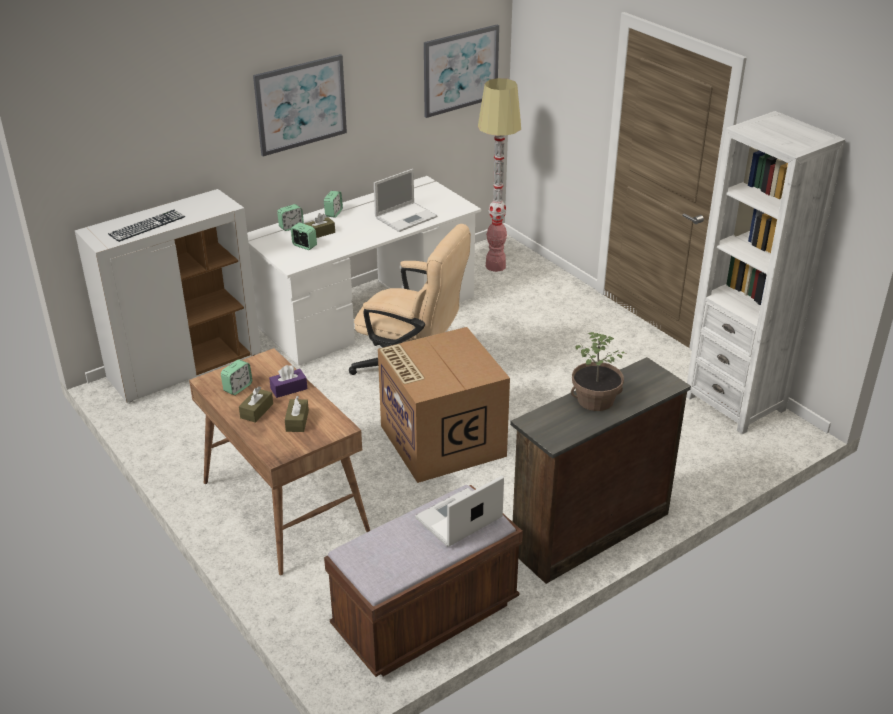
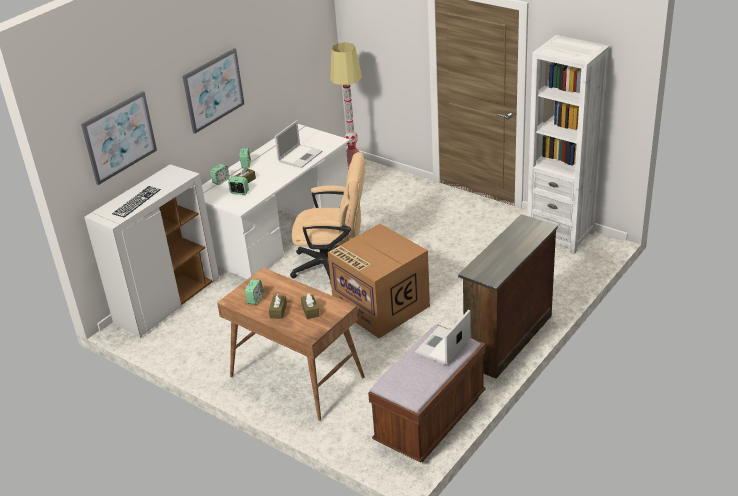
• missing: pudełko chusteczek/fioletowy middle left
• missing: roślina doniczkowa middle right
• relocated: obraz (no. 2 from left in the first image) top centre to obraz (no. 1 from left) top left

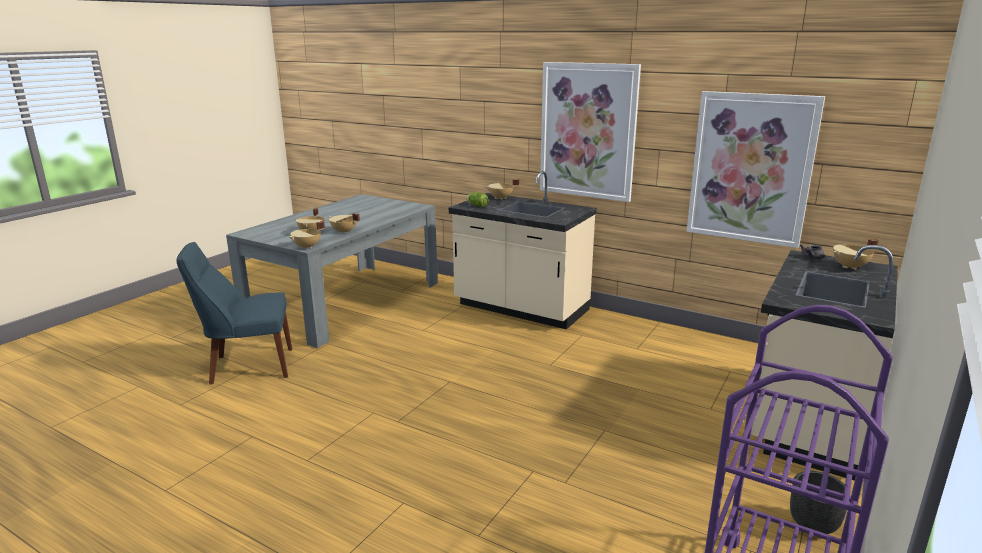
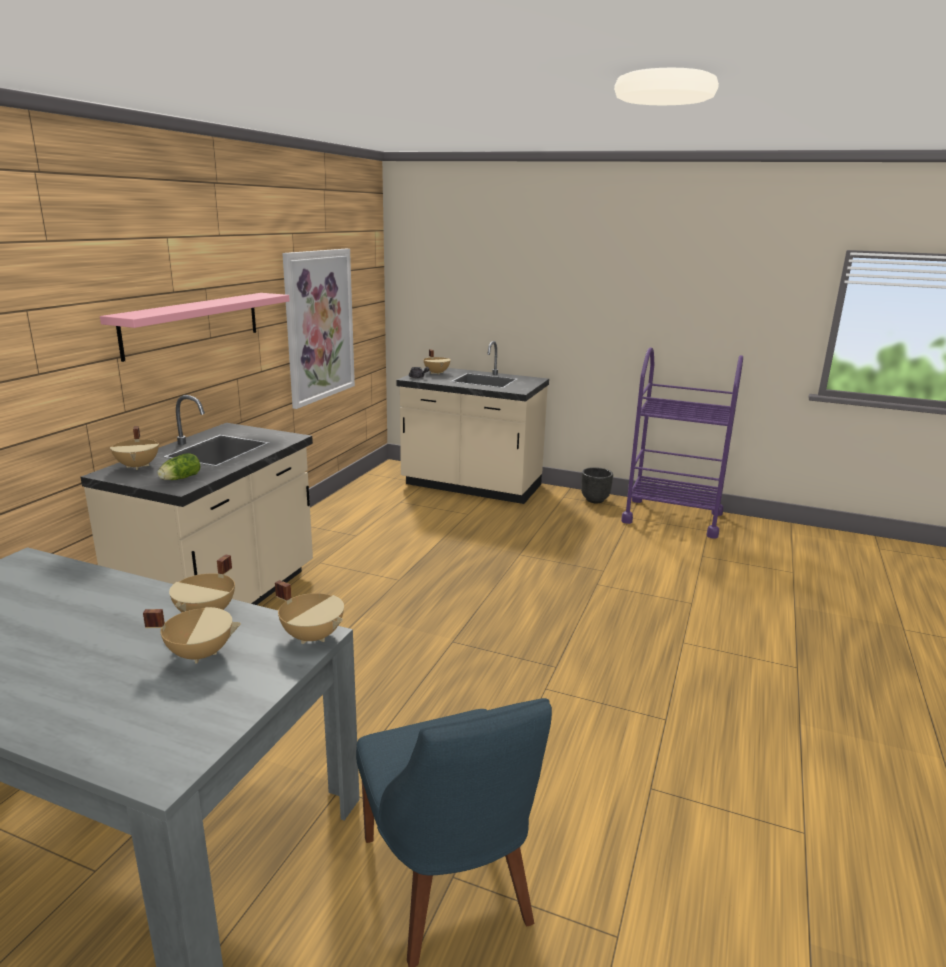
• exchanged: obraz (no. 1 from left) top centre to półka/różowy middle left

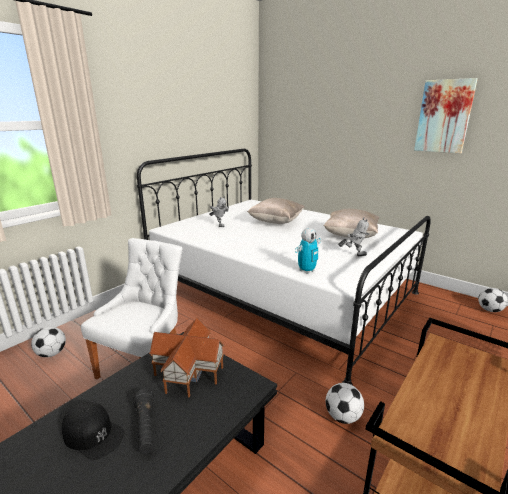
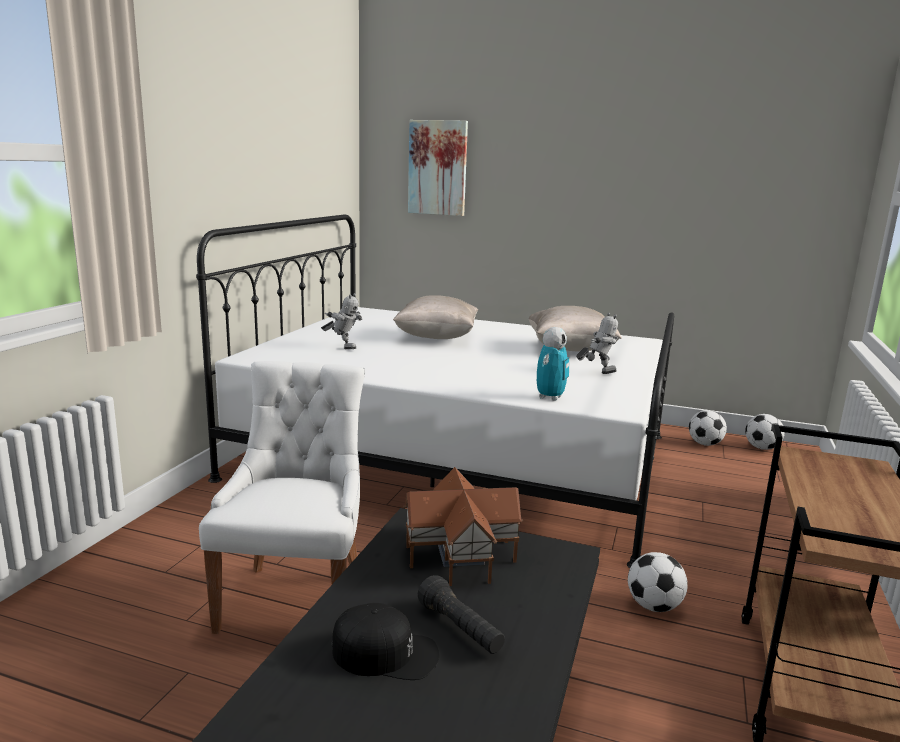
• relocated: piłka futbolowa (no. 1 from left in the first image) bottom left to piłka futbolowa (no. 2 from left) middle right
• relocated: obraz top right to top centre

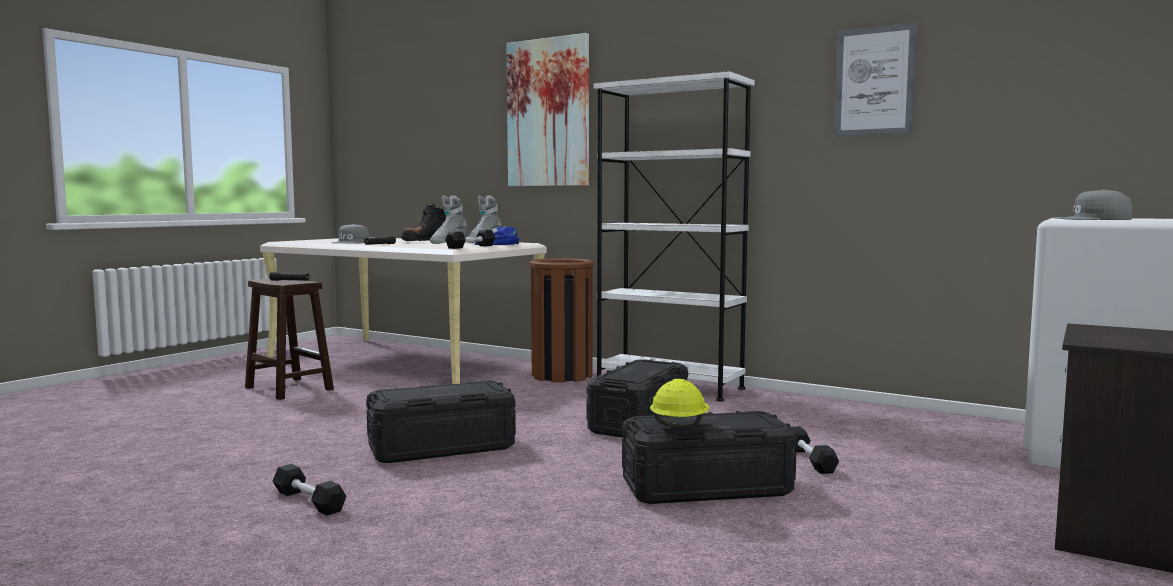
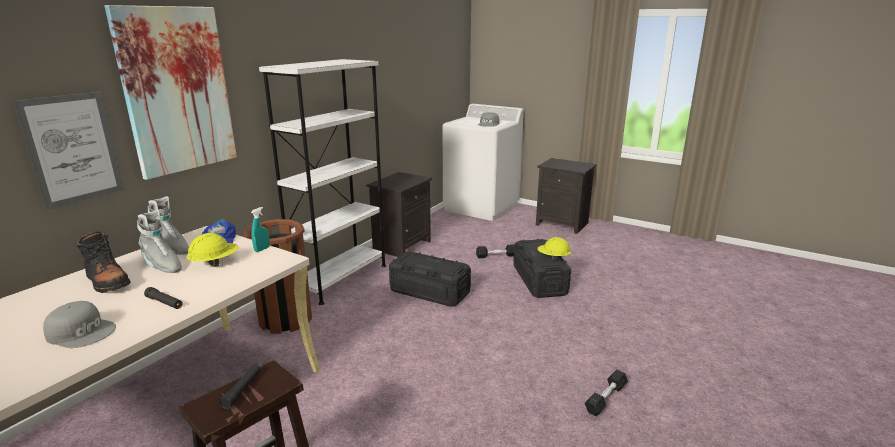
• missing: pojemnik do przechowywania/czarny (no. 1 from left) bottom centre
• appeared: kask/żółty (no. 1 from left) middle left
• appeared: szafka nocna/czarny (no. 1 from left) centre
• relocated: obraz (no. 2 from left in the first image) top right to obraz (no. 1 from left) middle left
• exchanged: hantel/czarny (no. 2 from left) centre to spryskiwacz/turkusowy middle left

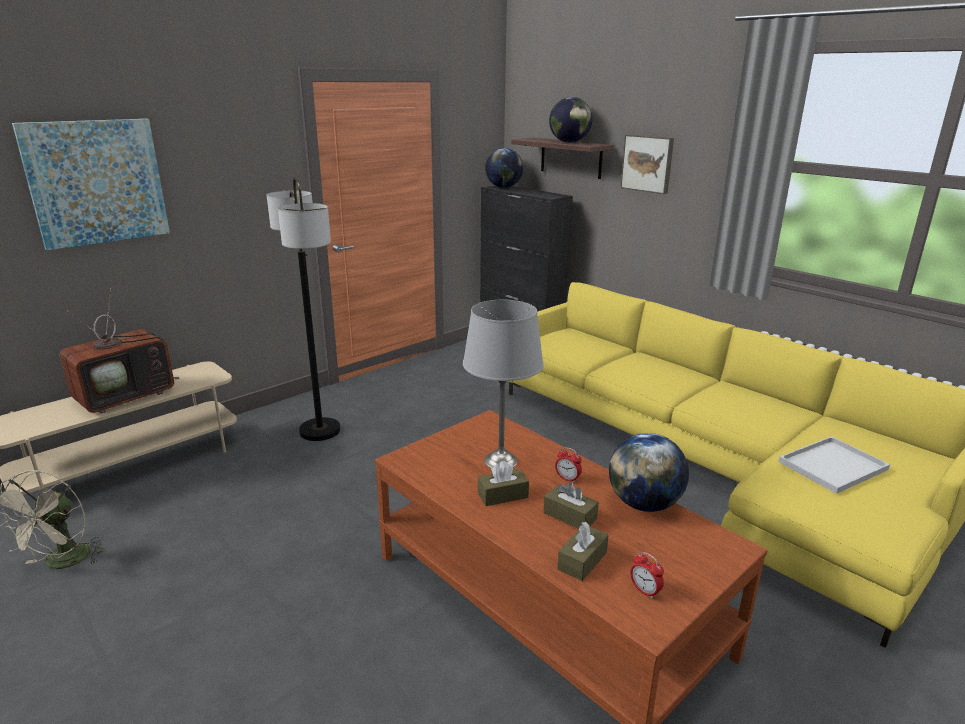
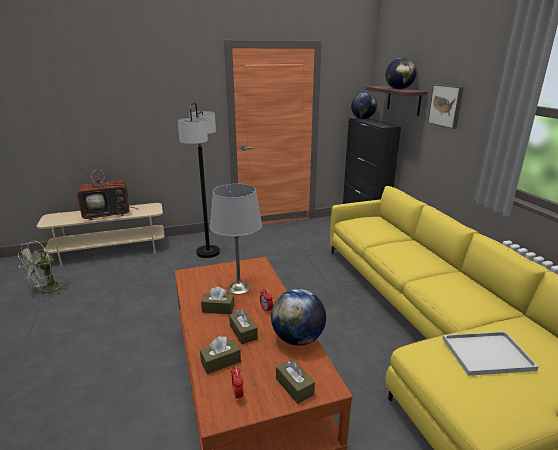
• missing: obraz (no. 1 from left) top left
• appeared: pudełko chusteczek/brązowy (no. 4 from left) bottom centre

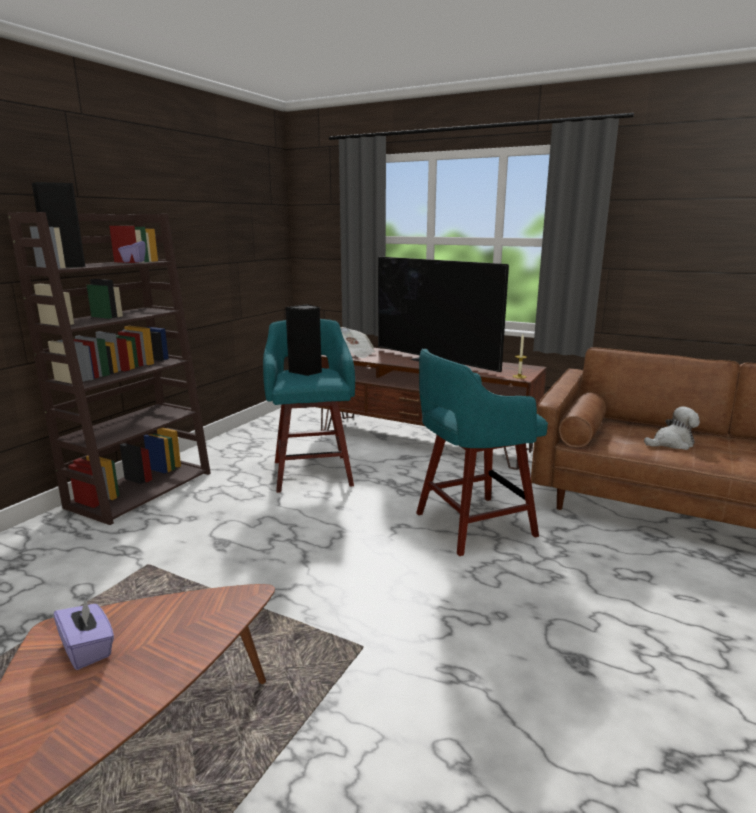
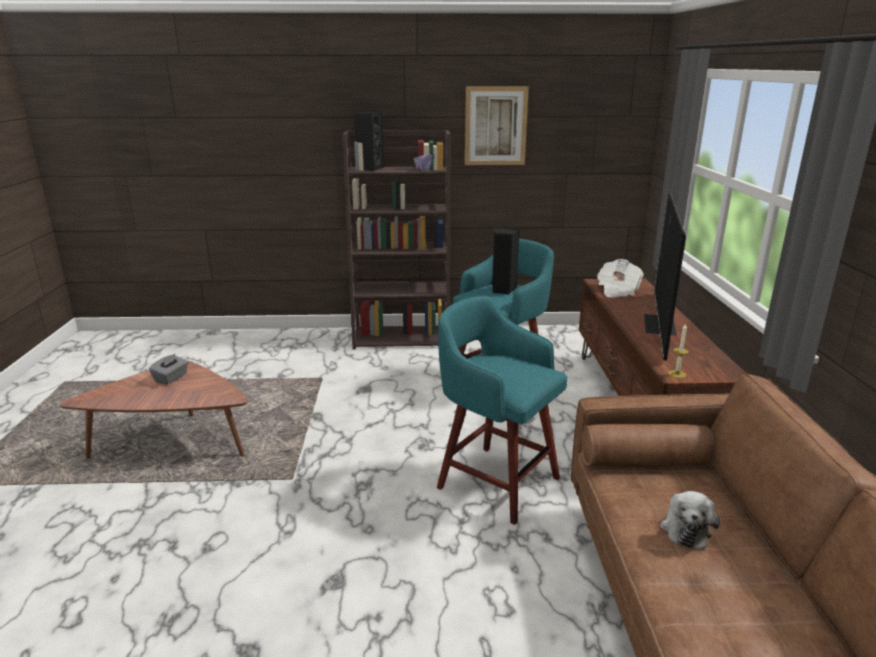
• appeared: obraz top centre
• colour: pudełko chusteczek/fioletowy (no. 1 from left) bottom left to pudełko chusteczek/szary middle left
• spun: pluszak middle right = bottom right 60 degrees clockwise

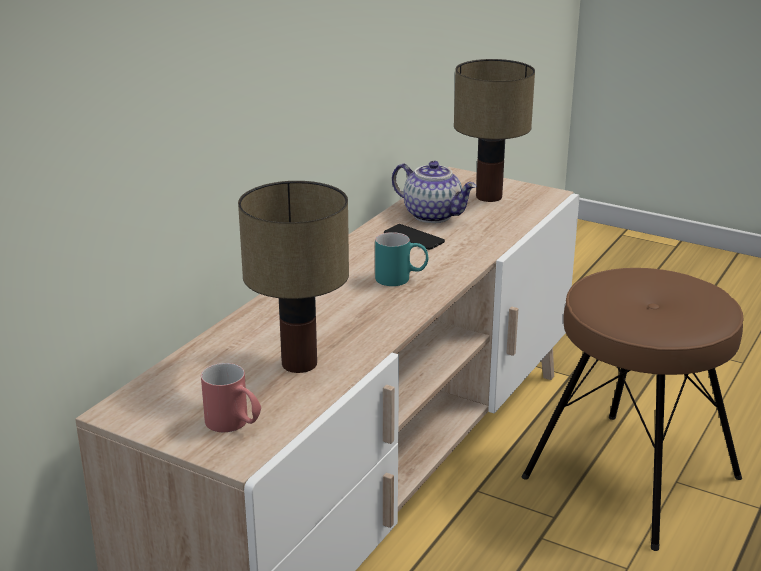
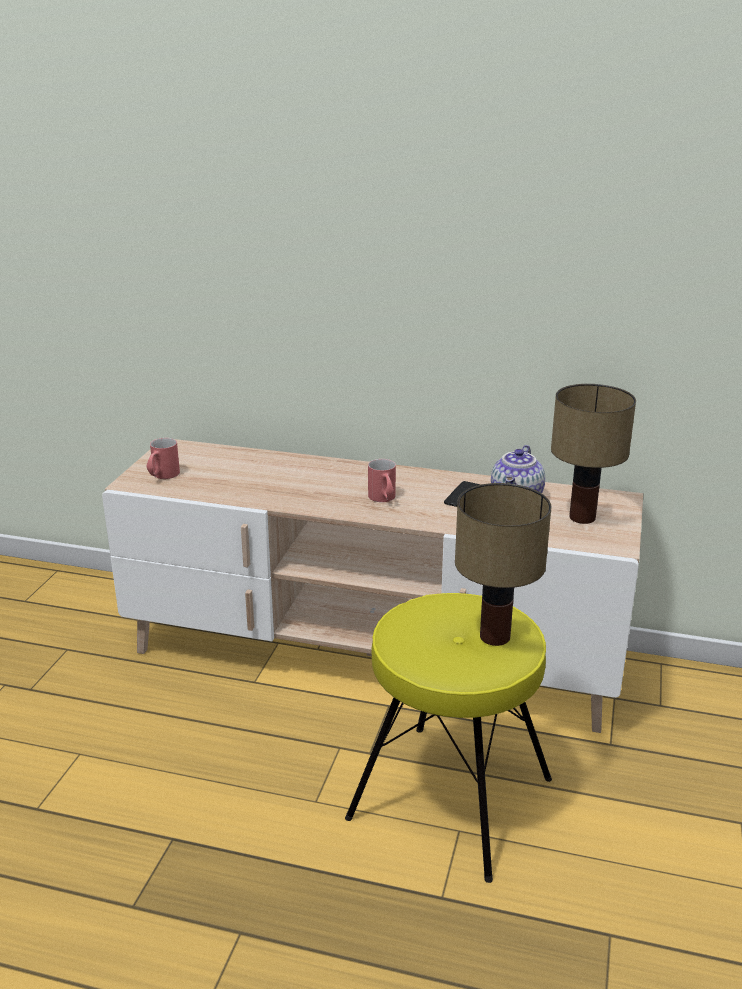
• relocated: lampa stołowa (no. 1 from left) centre to middle right
• colour: kubek/turkusowy centre to kubek/czerwony (no. 2 from left) centre
• colour: stołek/brązowy bottom right to stołek/żółty bottom centre

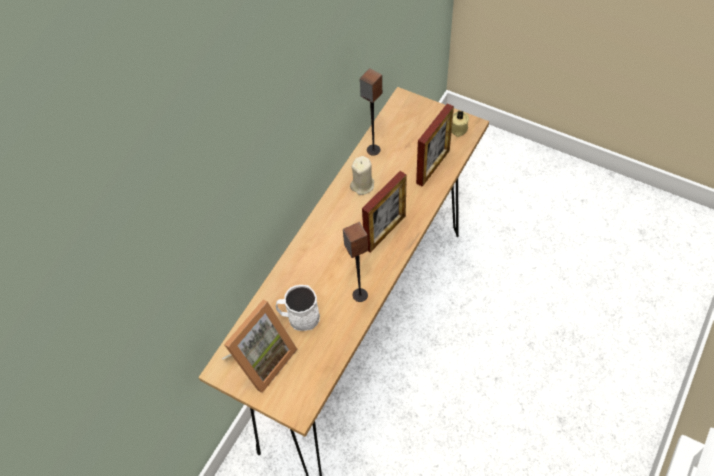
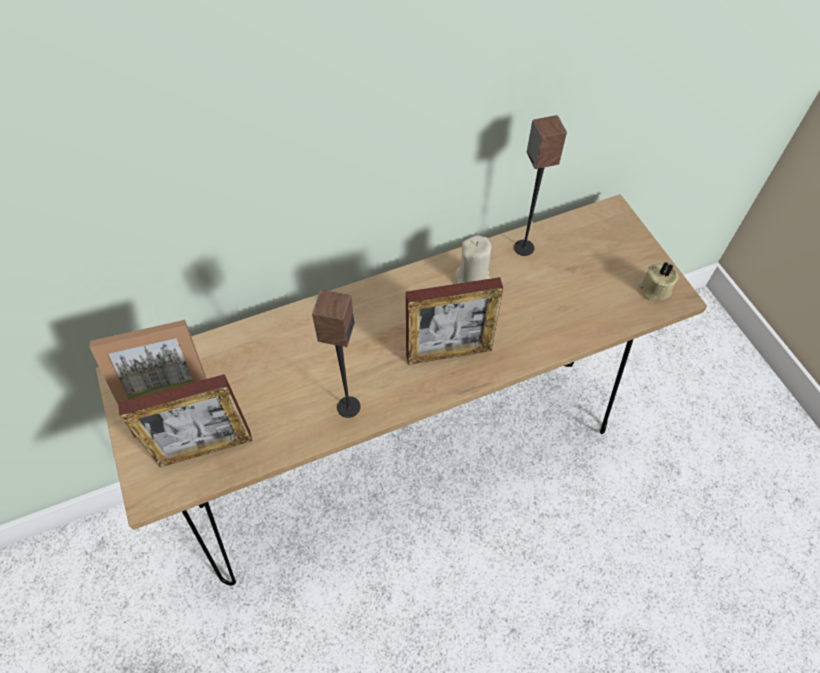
• missing: kubek/biały centre
• relocated: ramka na zdjęcie (no. 3 from left in the first image) top centre to ramka na zdjęcie (no. 2 from left) middle left

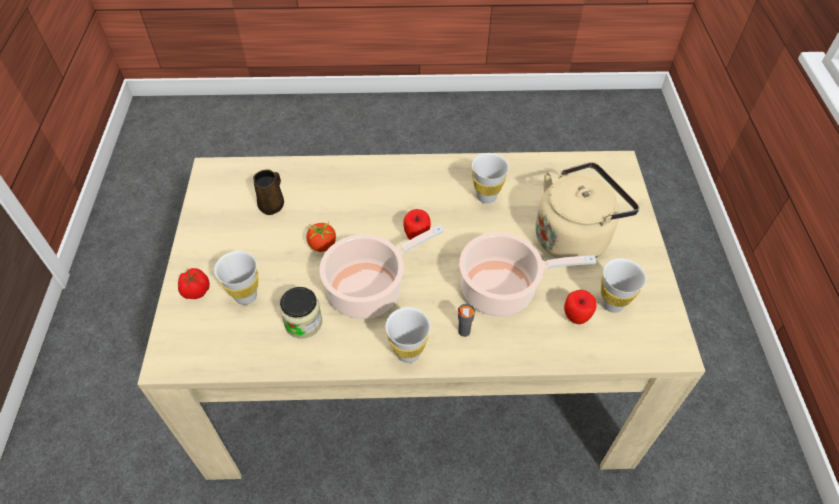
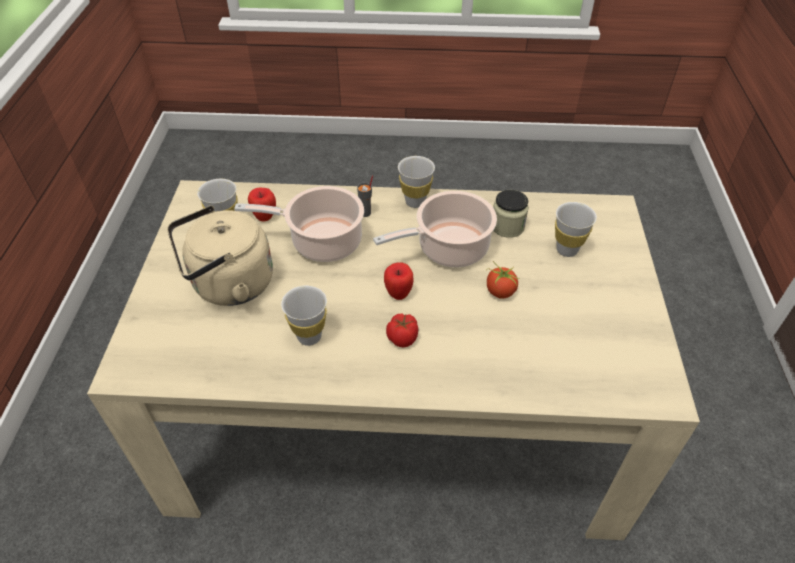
• missing: kubek/brązowy middle left
• relocated: pomidor (no. 1 from left) middle left to centre

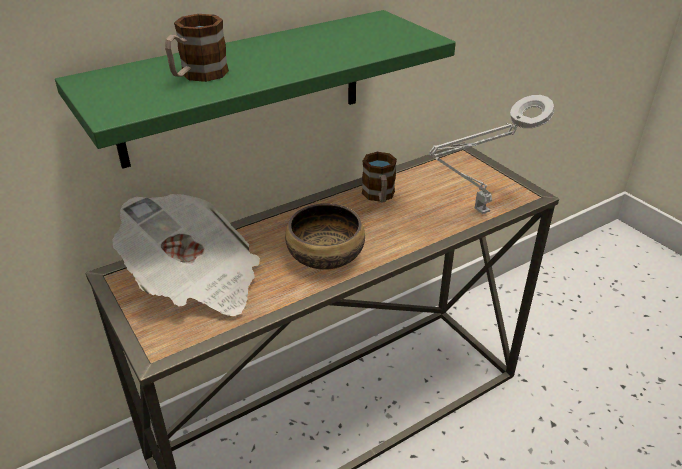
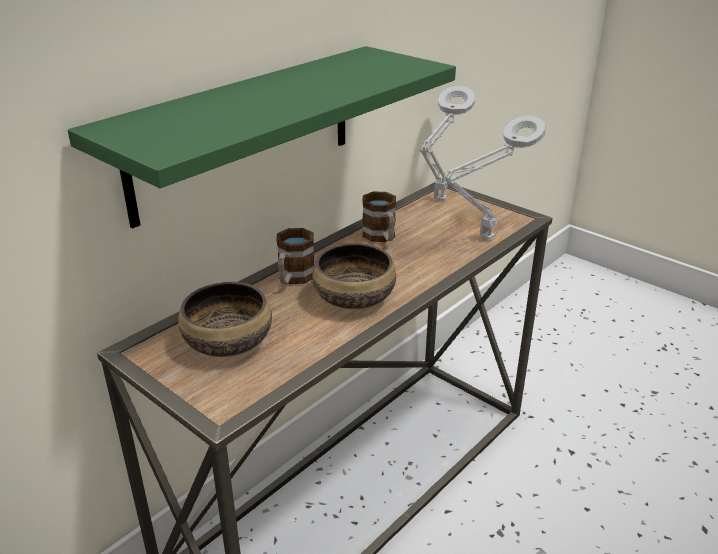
• appeared: lampa stołowa/szary (no. 1 from left) top centre
• relocated: kubek (no. 1 from left) top left to centre
• exchanged: gazeta middle left to miska (no. 1 from left) middle left

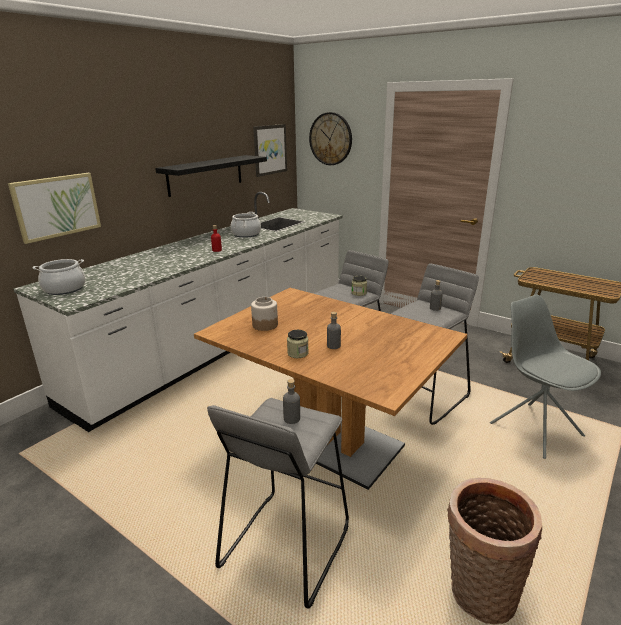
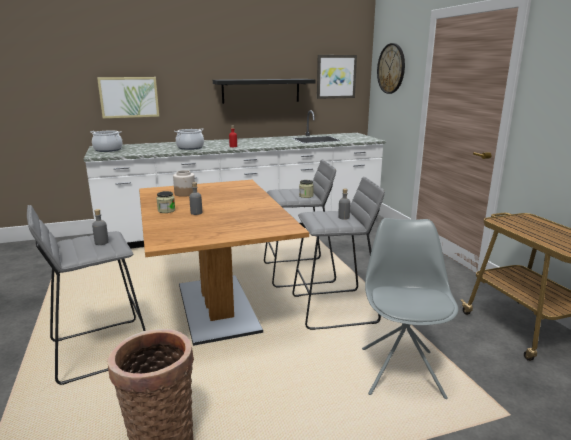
• relocated: garnek (no. 2 from left) centre to top left

